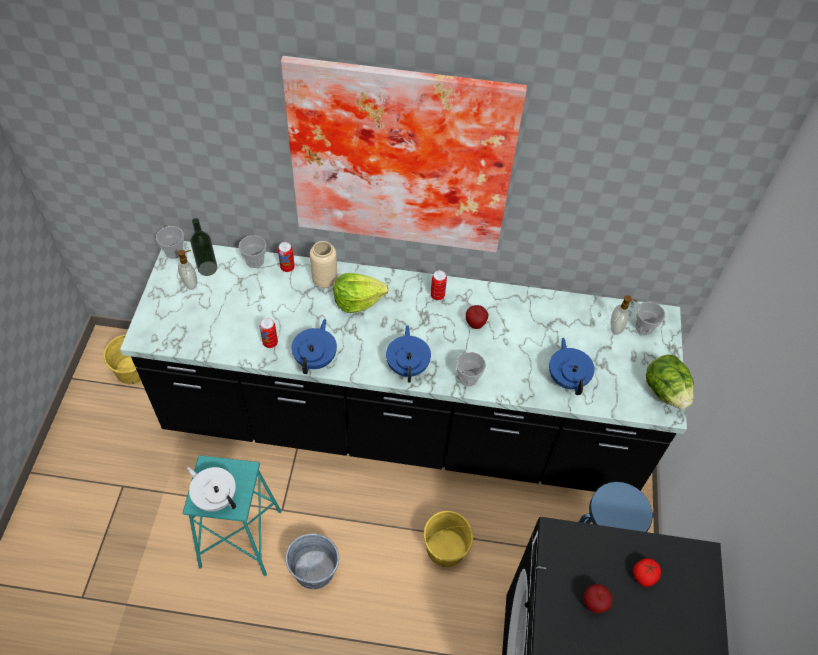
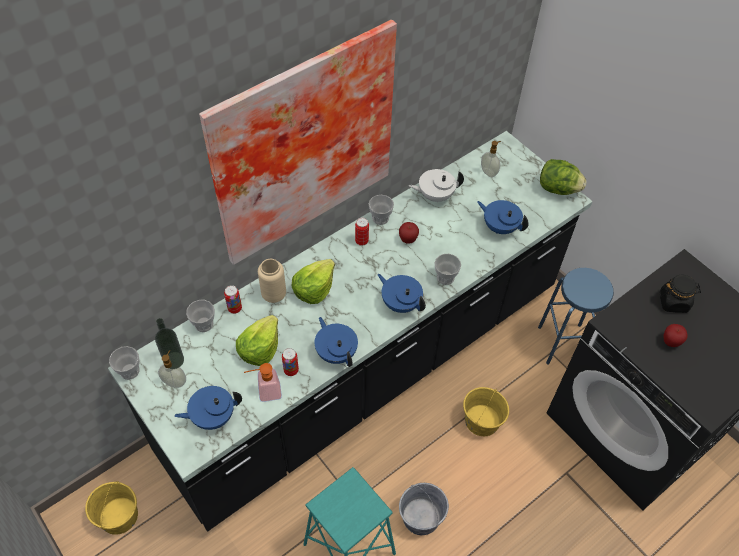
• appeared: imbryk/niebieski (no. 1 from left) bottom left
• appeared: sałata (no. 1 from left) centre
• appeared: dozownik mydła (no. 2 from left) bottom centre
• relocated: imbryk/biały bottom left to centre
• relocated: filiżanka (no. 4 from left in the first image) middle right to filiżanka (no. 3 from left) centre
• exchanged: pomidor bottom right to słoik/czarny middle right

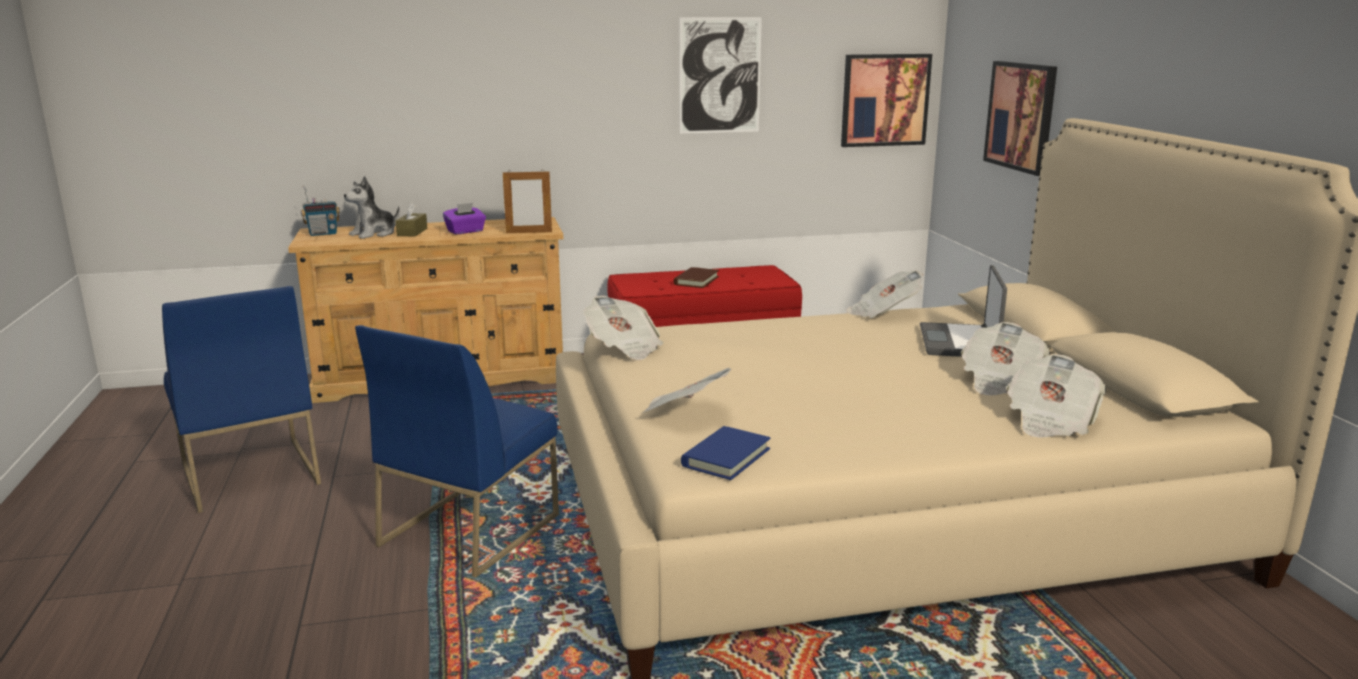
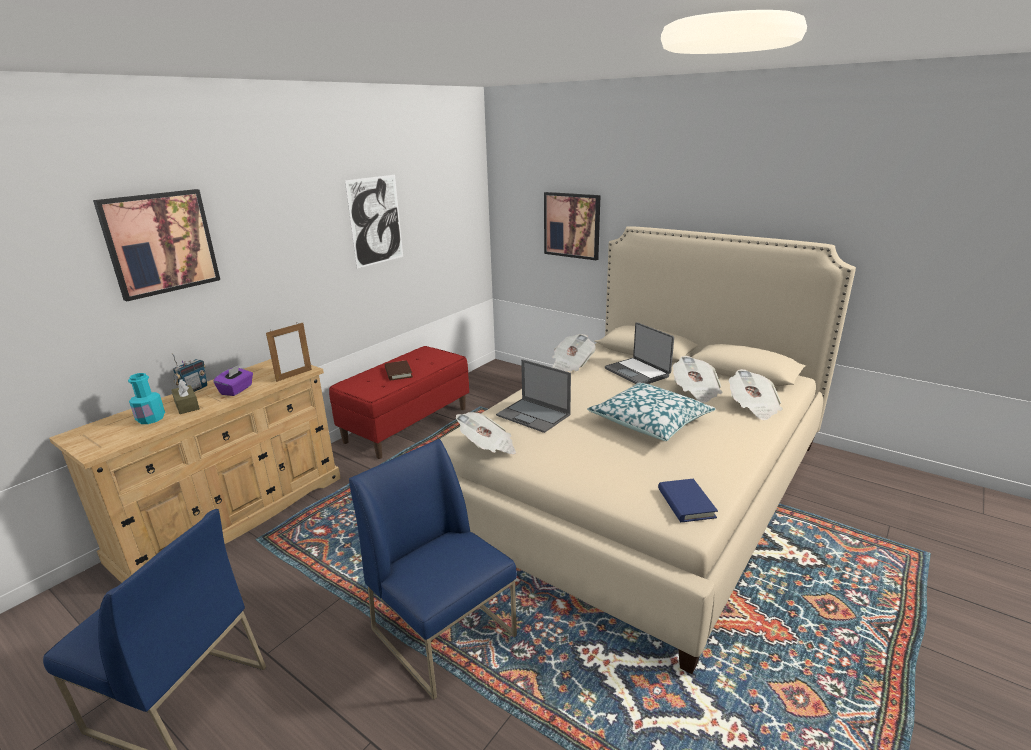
• missing: gazeta (no. 2 from left) centre
• appeared: laptop (no. 1 from left) centre
• appeared: poduszka centre
• relocated: radio top left to middle left
• relocated: obraz (no. 2 from left in the first image) top centre to obraz (no. 1 from left) top left
• exchanged: pluszak top left to butelka/turkusowy middle left
• spun: krzesło/niebieski (no. 2 from left) centre = bottom centre 150 degrees clockwise

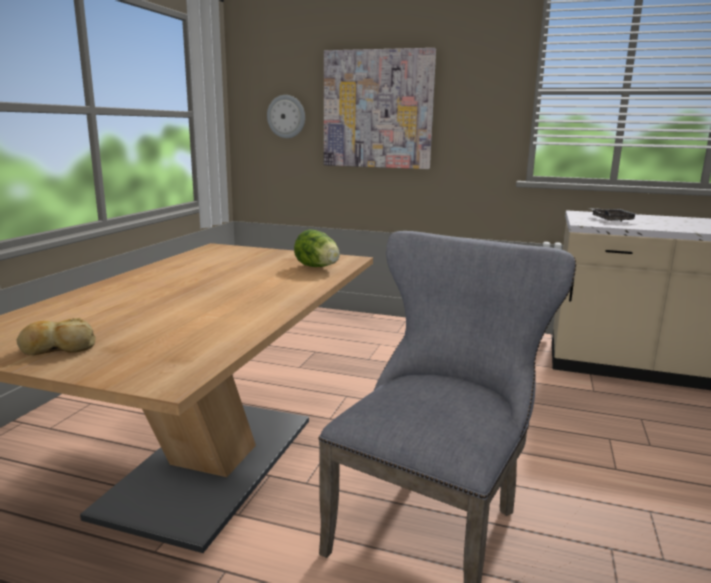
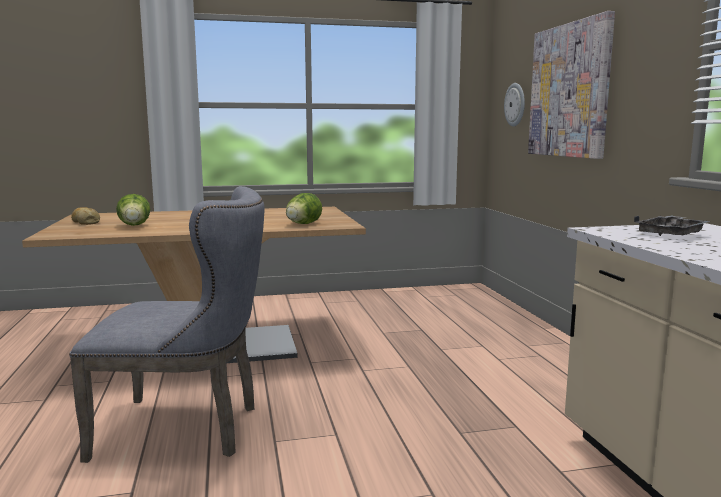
• appeared: sałata (no. 1 from left) middle left

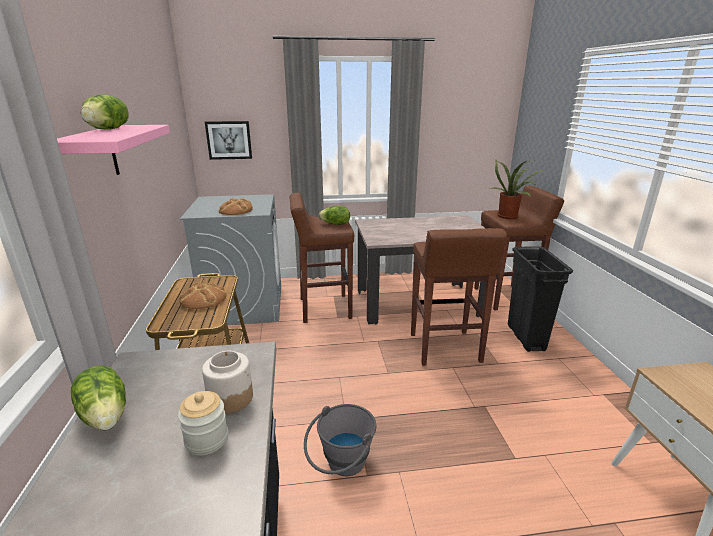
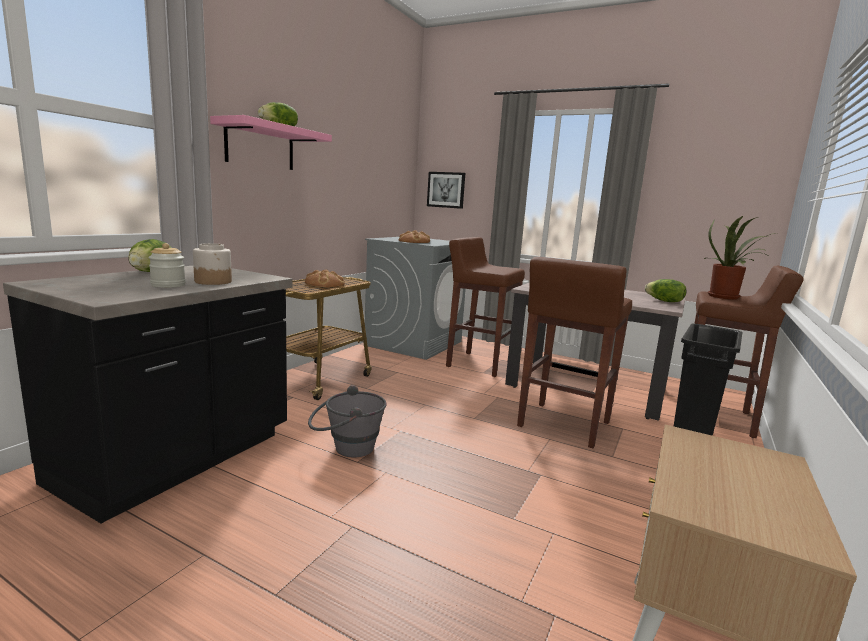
• relocated: sałata (no. 3 from left) centre to middle right

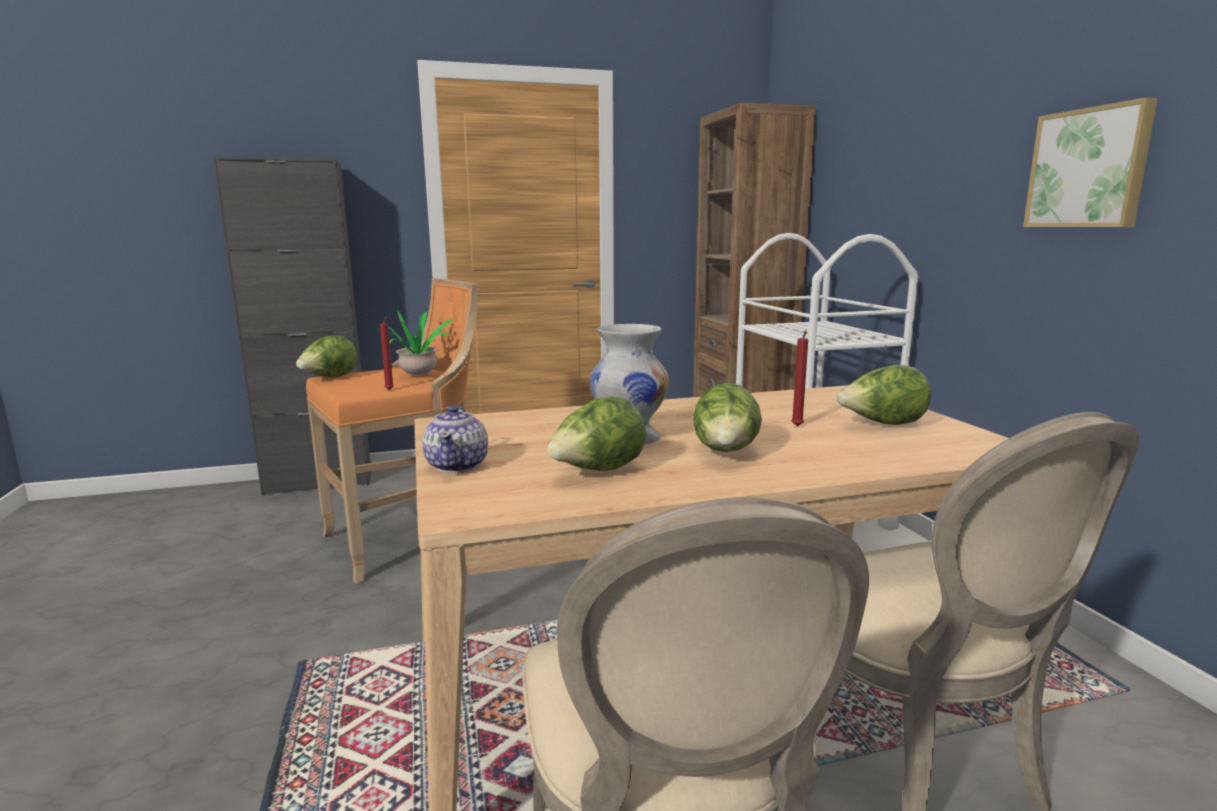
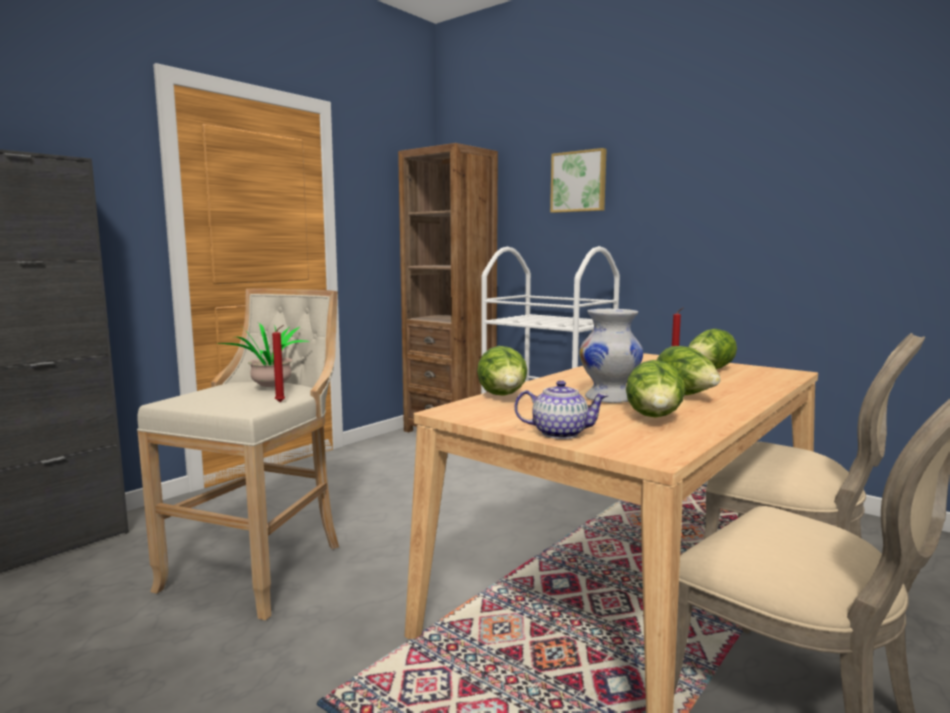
• relocated: sałata (no. 1 from left) middle left to centre
• relocated: obraz top right to top centre
• colour: stołek/pomarańczowy middle left to stołek/beżowy middle left
• spun: imbryk centre = centre 45 degrees counterclockwise

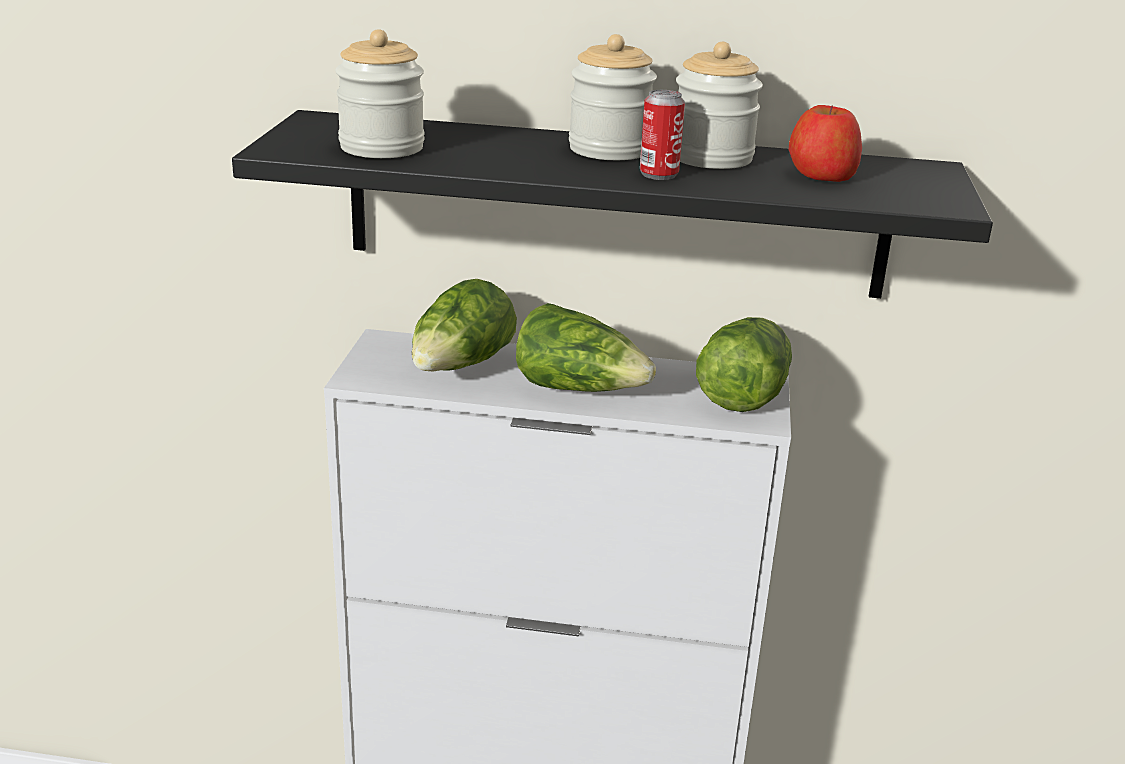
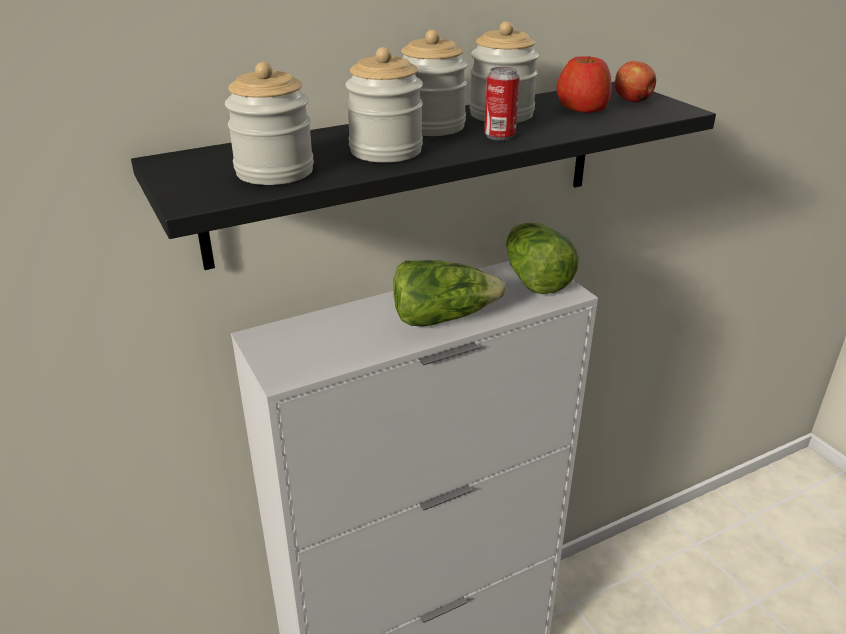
• missing: sałata (no. 1 from left) centre
• appeared: słoik (no. 2 from left) top centre
• appeared: jabłko (no. 2 from left) top right

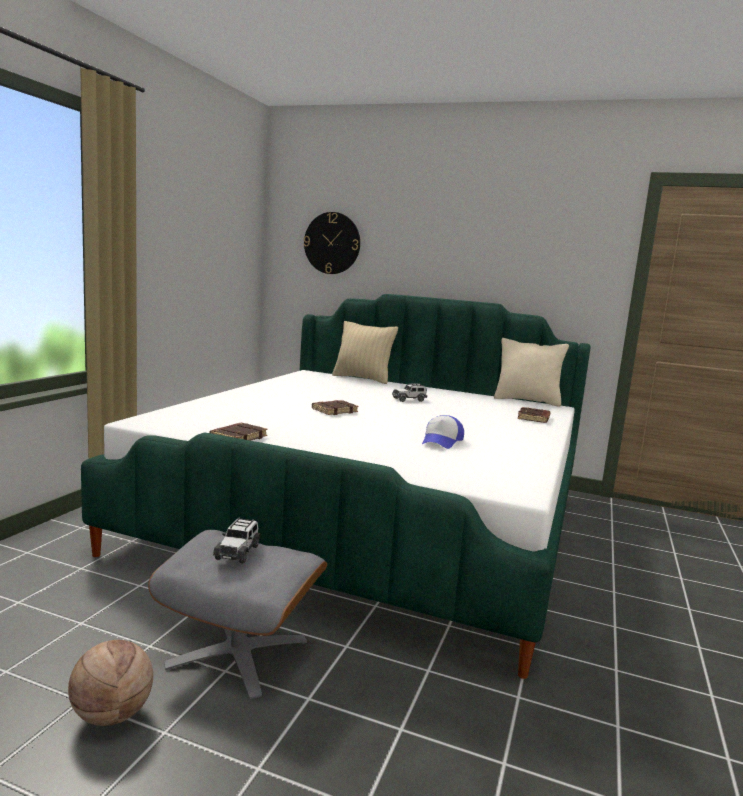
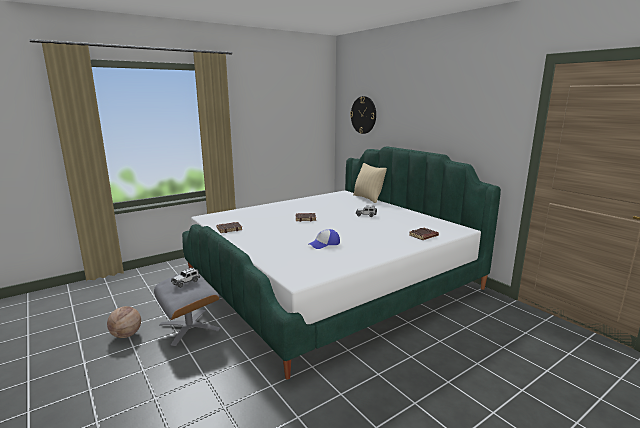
• missing: poduszka/beżowy (no. 2 from left) middle right

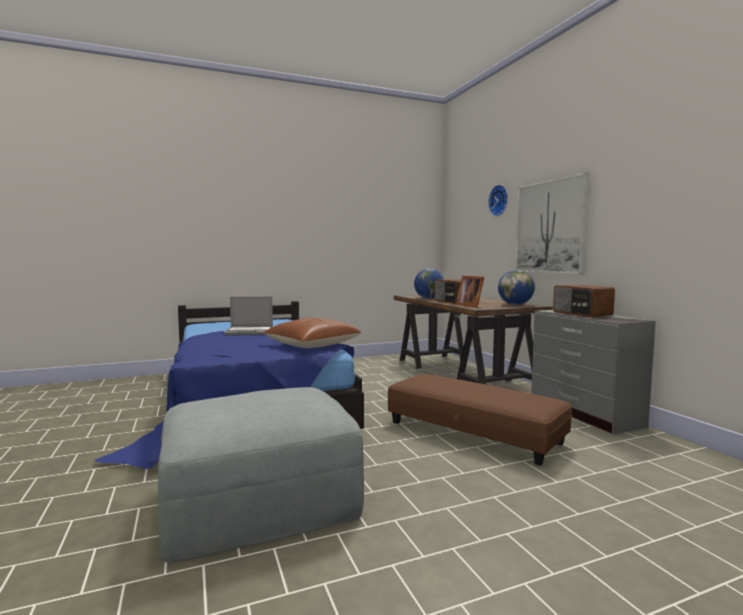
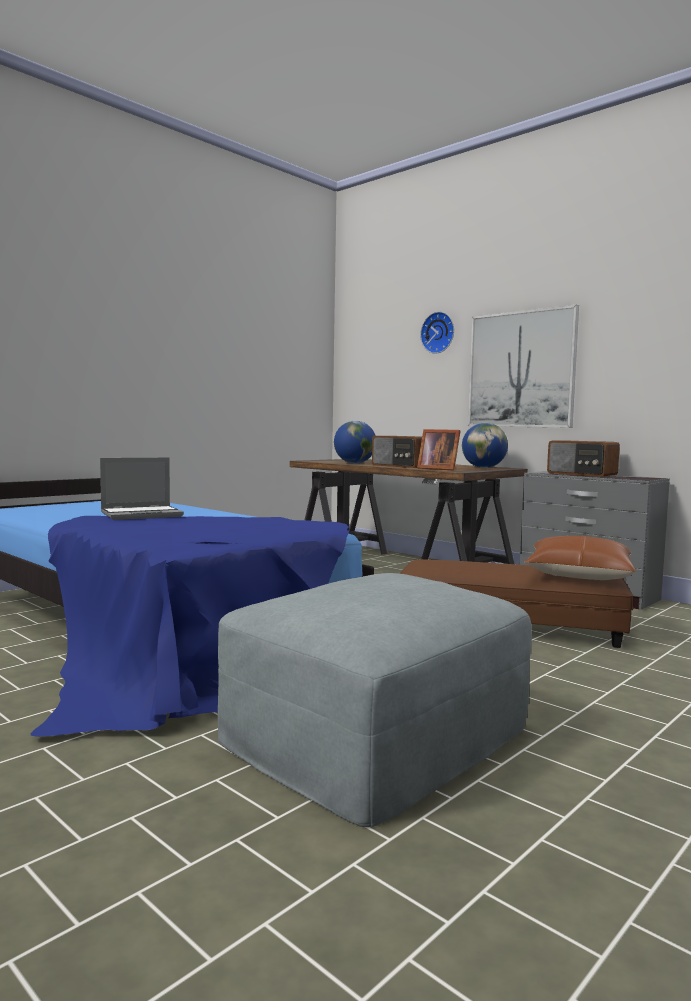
• relocated: poduszka/brązowy centre to middle right

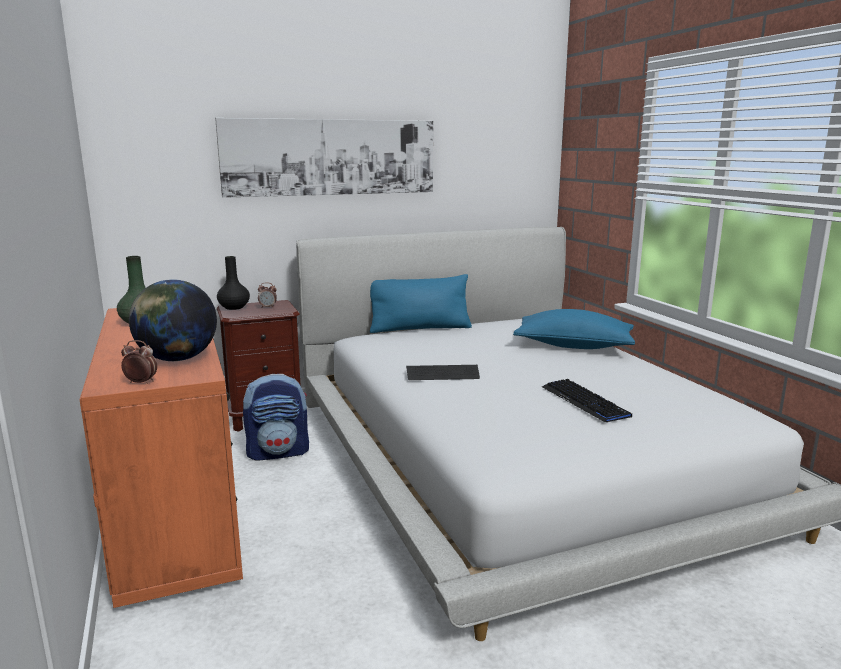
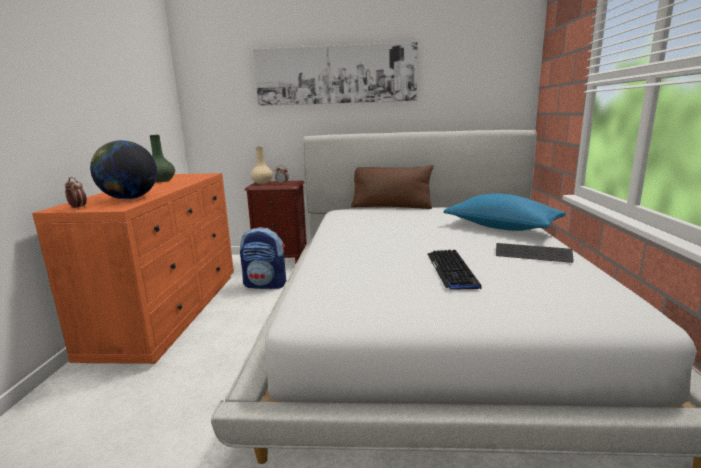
• relocated: klawiatura (no. 1 from left in the first image) centre to klawiatura (no. 2 from left) middle right
• colour: wazon/czarny middle left to wazon/beżowy centre
• colour: poduszka/niebieski (no. 1 from left) centre to poduszka/brązowy centre

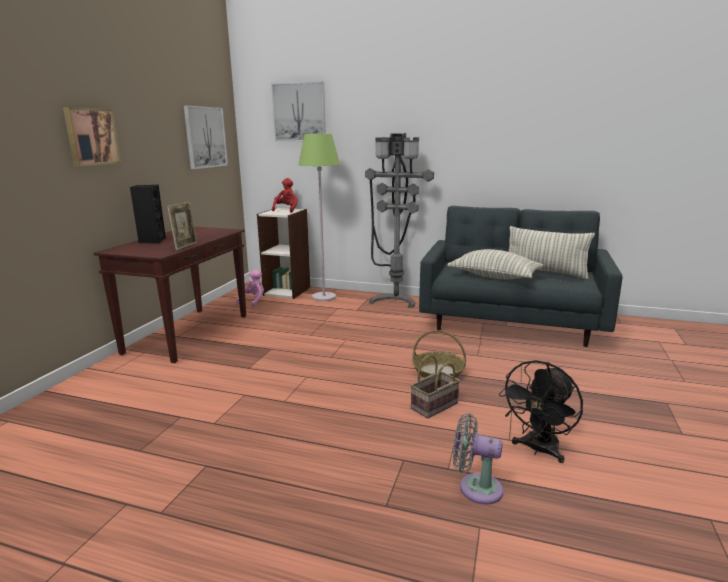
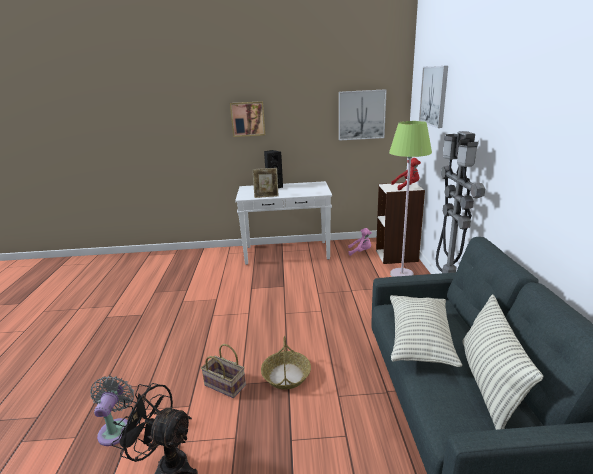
• colour: stolik konsolowy/brązowy middle left to stolik konsolowy/biały centre

